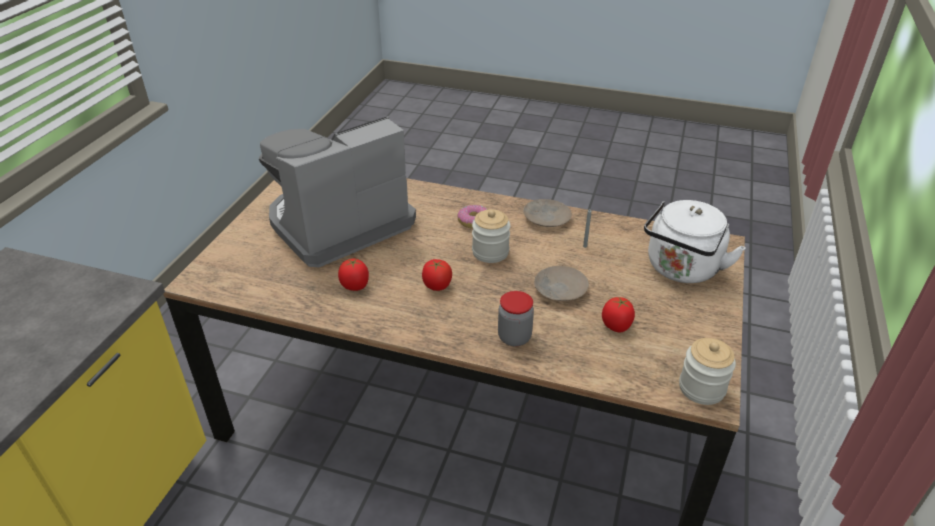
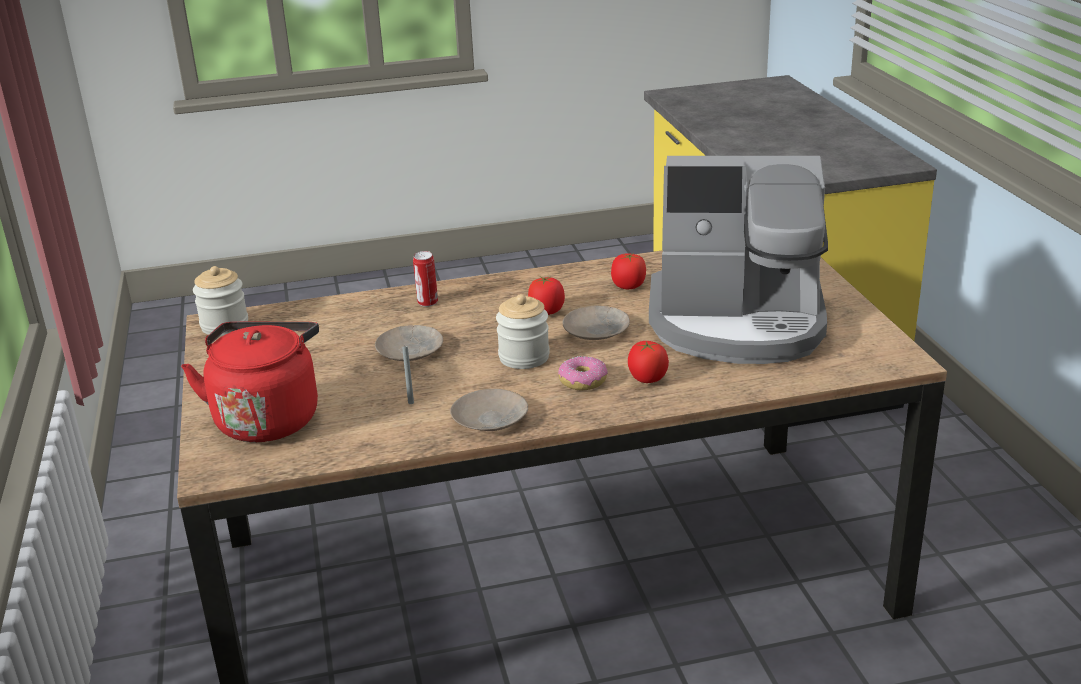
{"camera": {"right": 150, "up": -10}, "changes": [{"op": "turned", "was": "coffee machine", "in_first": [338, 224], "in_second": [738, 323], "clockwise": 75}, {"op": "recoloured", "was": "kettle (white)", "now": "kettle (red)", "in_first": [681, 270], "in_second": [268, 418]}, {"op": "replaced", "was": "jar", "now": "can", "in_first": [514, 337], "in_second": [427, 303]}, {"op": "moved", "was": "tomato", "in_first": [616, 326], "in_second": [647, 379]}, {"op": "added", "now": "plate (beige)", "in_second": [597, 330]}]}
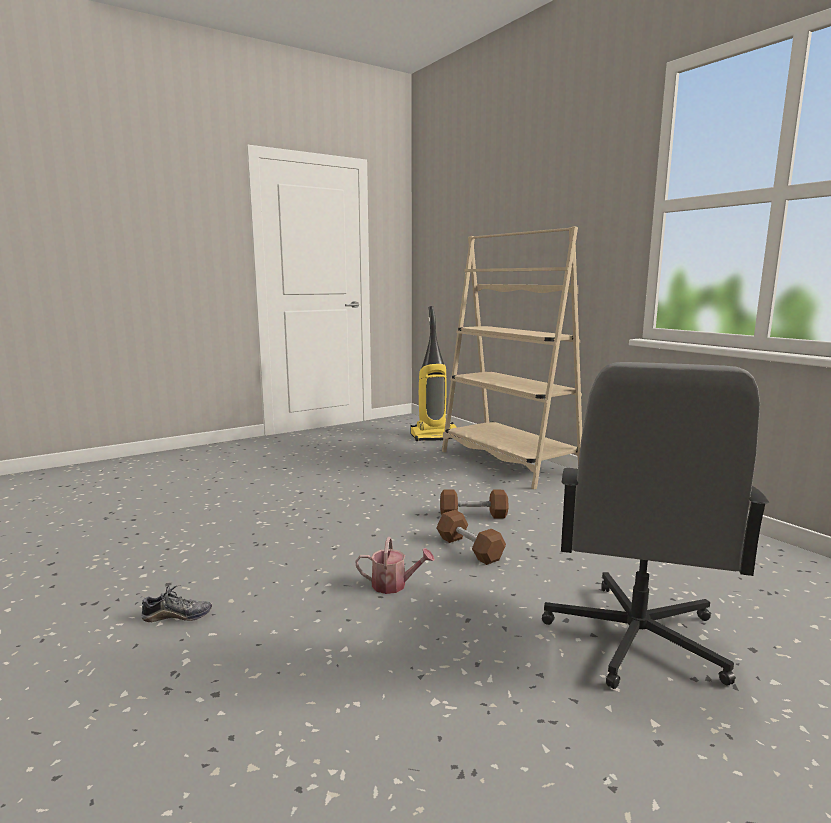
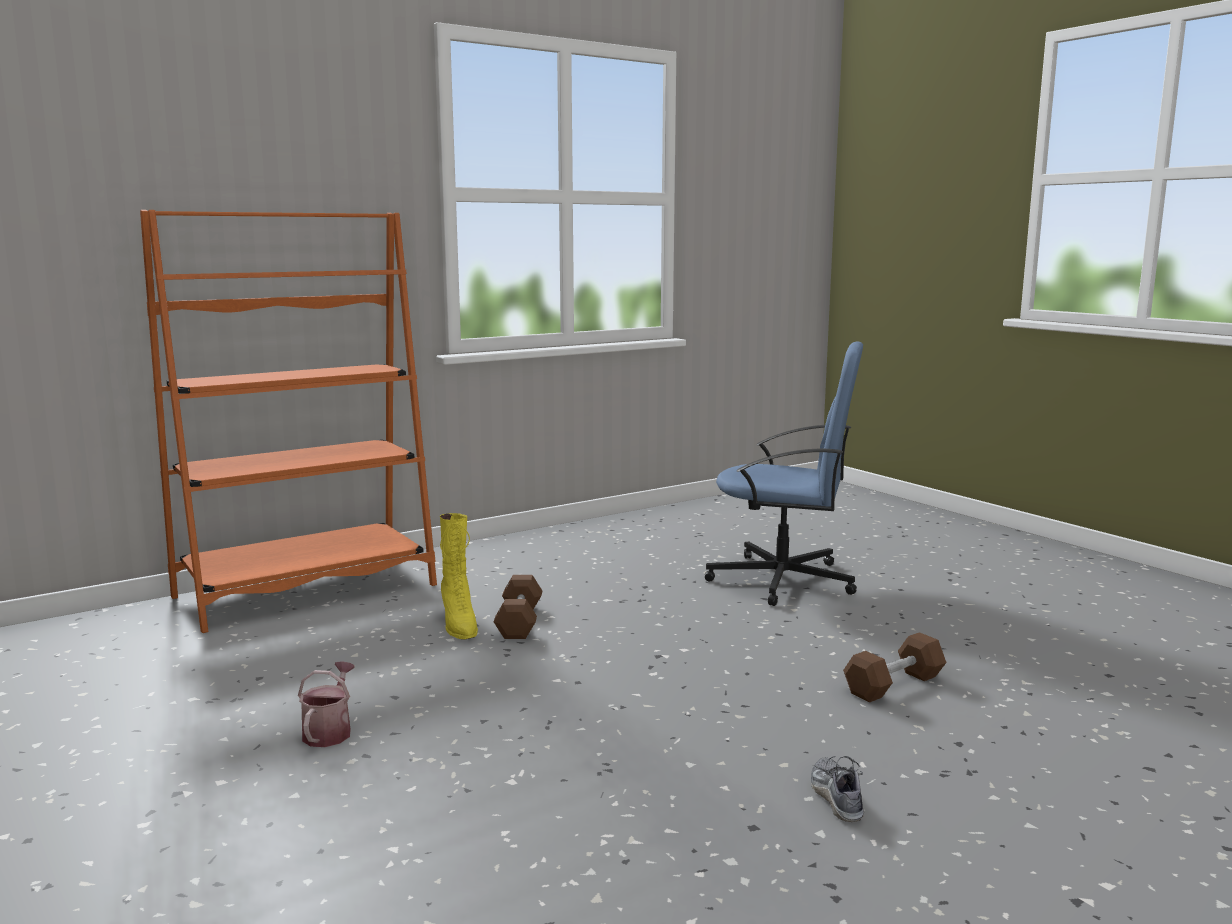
{"camera": {"right": -90, "up": 0}, "changes": [{"op": "recoloured", "was": "bookcase (beige)", "now": "bookcase (orange)", "in_first": [508, 462], "in_second": [306, 591]}, {"op": "removed", "was": "vacuum cleaner", "in_first": [435, 436]}, {"op": "recoloured", "was": "office chair (grey)", "now": "office chair (blue)", "in_first": [635, 638], "in_second": [784, 580]}, {"op": "moved", "was": "dumbbell (brown)", "in_first": [469, 549], "in_second": [894, 685]}, {"op": "moved", "was": "watering can", "in_first": [394, 585], "in_second": [329, 731]}, {"op": "added", "now": "boot (yellow)", "in_second": [459, 624]}]}
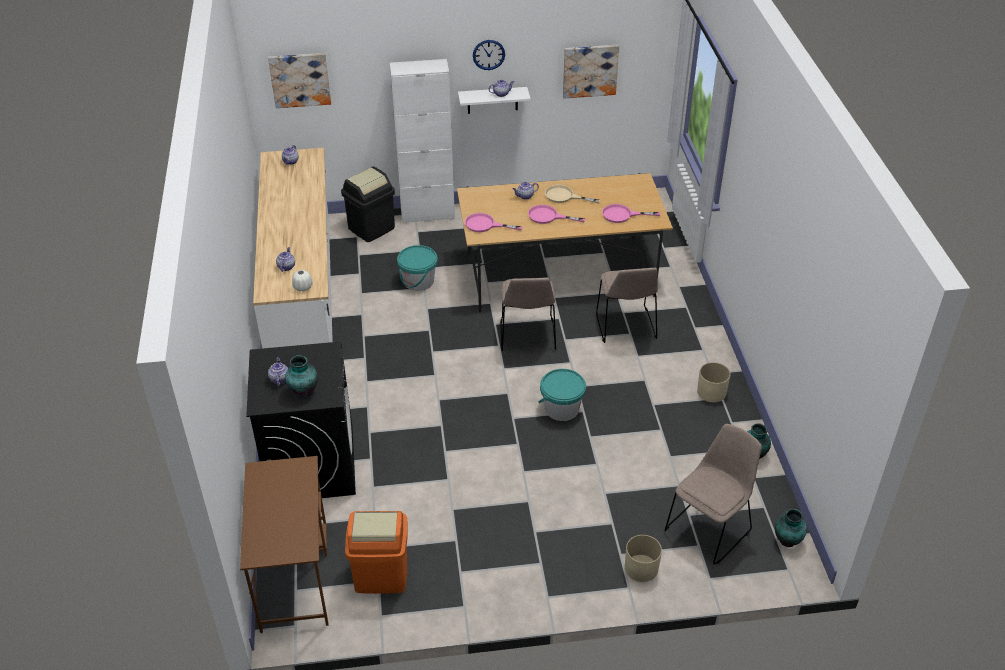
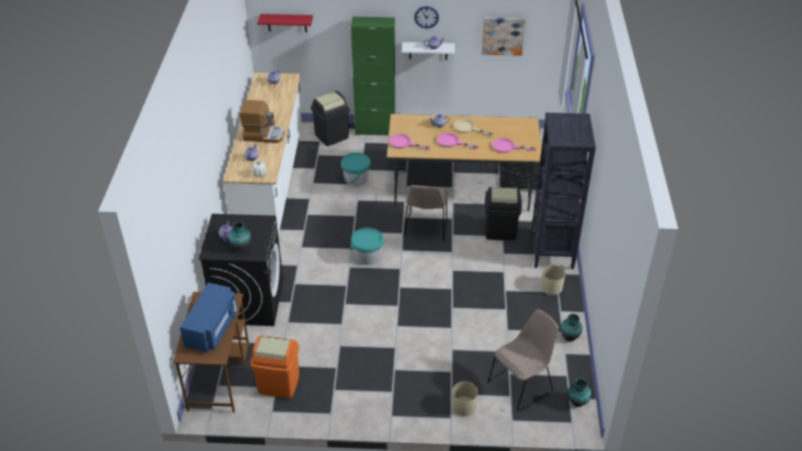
{"camera": {"right": 10, "up": 0}, "changes": [{"op": "replaced", "was": "picture", "now": "shelf (red)", "in_first": [300, 79], "in_second": [287, 23]}, {"op": "recoloured", "was": "cabinet (white)", "now": "cabinet (green)", "in_first": [427, 214], "in_second": [375, 130]}, {"op": "replaced", "was": "chair (beige)", "now": "trash can (black)", "in_first": [626, 327], "in_second": [500, 231]}, {"op": "moved", "was": "bucket (turquoise)", "in_first": [561, 408], "in_second": [367, 256]}, {"op": "added", "now": "coffee machine", "in_second": [263, 135]}, {"op": "added", "now": "bookcase (black)", "in_second": [552, 251]}, {"op": "added", "now": "microwave (blue)", "in_second": [212, 329]}]}
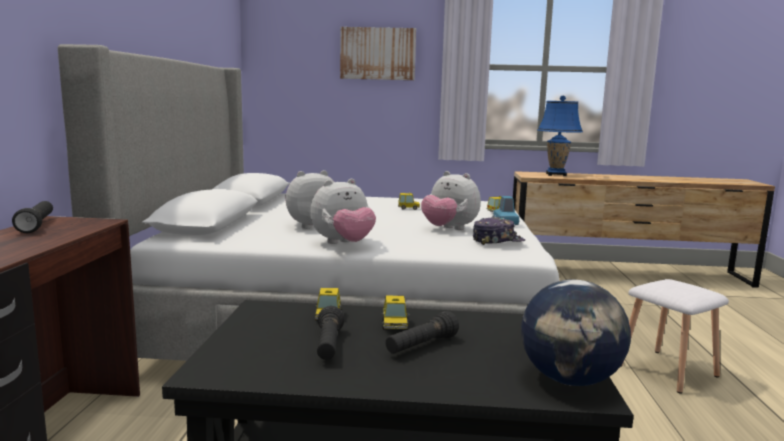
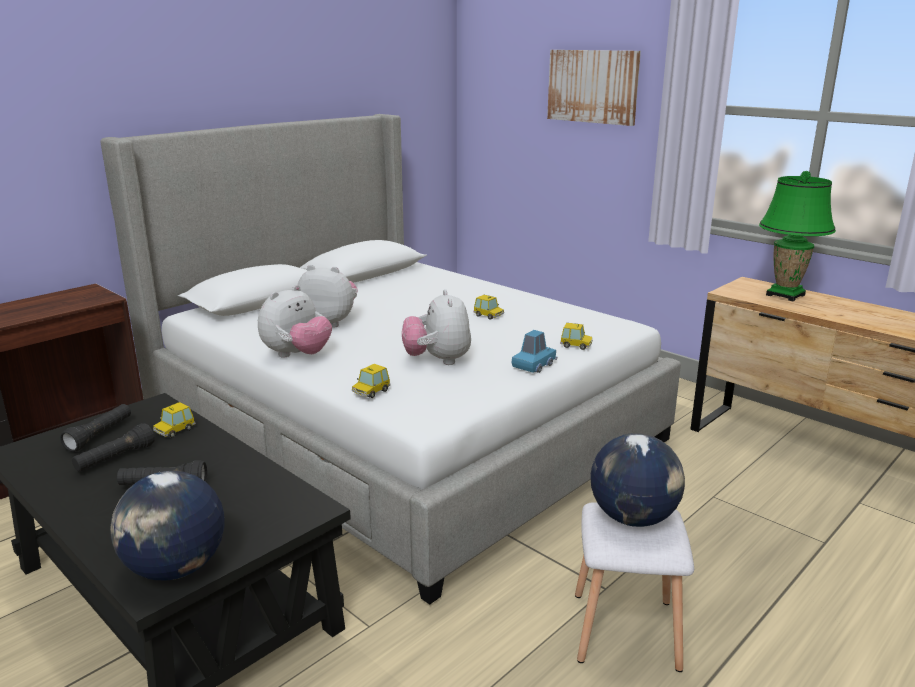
{"camera": {"right": 40, "up": 10}, "changes": [{"op": "recoloured", "was": "table lamp (blue)", "now": "table lamp (green)", "in_first": [556, 174], "in_second": [785, 295]}, {"op": "turned", "was": "plush toy", "in_first": [343, 244], "in_second": [297, 355], "clockwise": -60}, {"op": "moved", "was": "flashlight (black)", "in_first": [37, 225], "in_second": [100, 435]}, {"op": "removed", "was": "cap", "in_first": [497, 241]}, {"op": "moved", "was": "toy car", "in_first": [394, 325], "in_second": [371, 391]}, {"op": "added", "now": "globe", "in_second": [634, 518]}]}
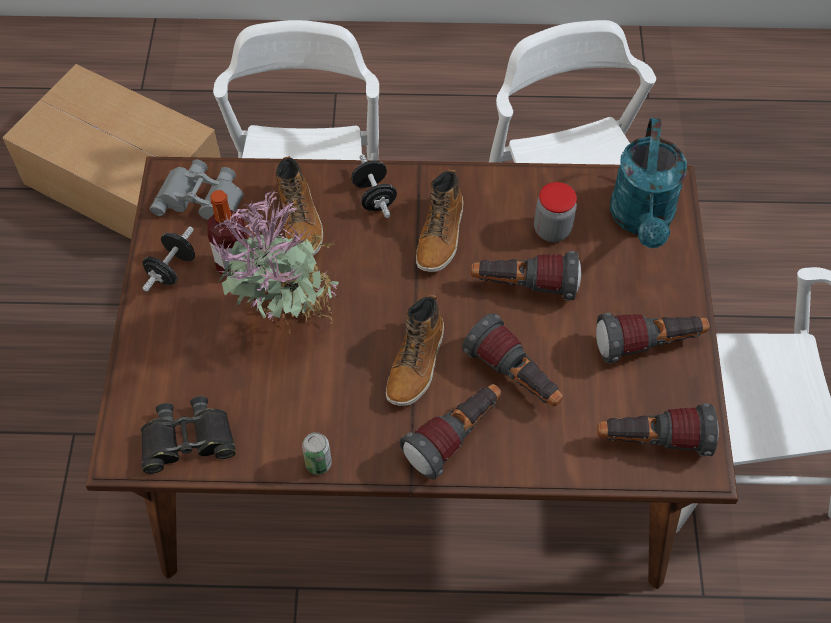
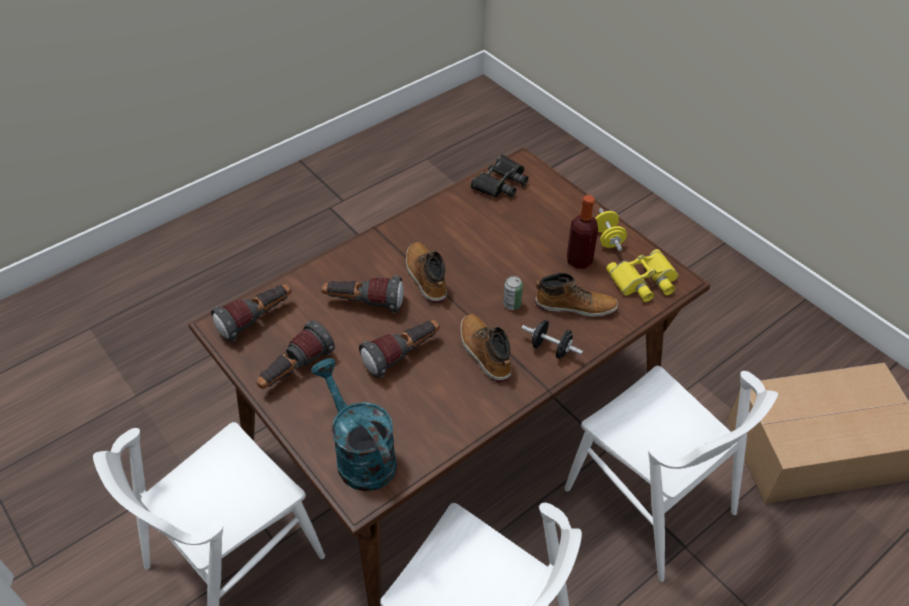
{"camera": {"right": 140, "up": -10}, "changes": [{"op": "turned", "was": "boot", "in_first": [300, 221], "in_second": [575, 306], "clockwise": 150}, {"op": "recoloured", "was": "binoculars (grey)", "now": "binoculars (yellow)", "in_first": [202, 198], "in_second": [644, 281]}, {"op": "removed", "was": "jar", "in_first": [552, 230]}, {"op": "removed", "was": "potted plant", "in_first": [288, 320]}, {"op": "recoloured", "was": "dumbbell (black)", "now": "dumbbell (yellow)", "in_first": [172, 269], "in_second": [607, 239]}, {"op": "removed", "was": "flashlight", "in_first": [455, 437]}, {"op": "moved", "was": "can", "in_first": [318, 463], "in_second": [512, 304]}]}
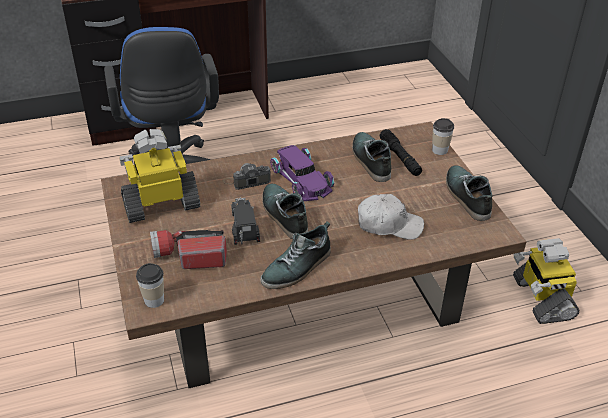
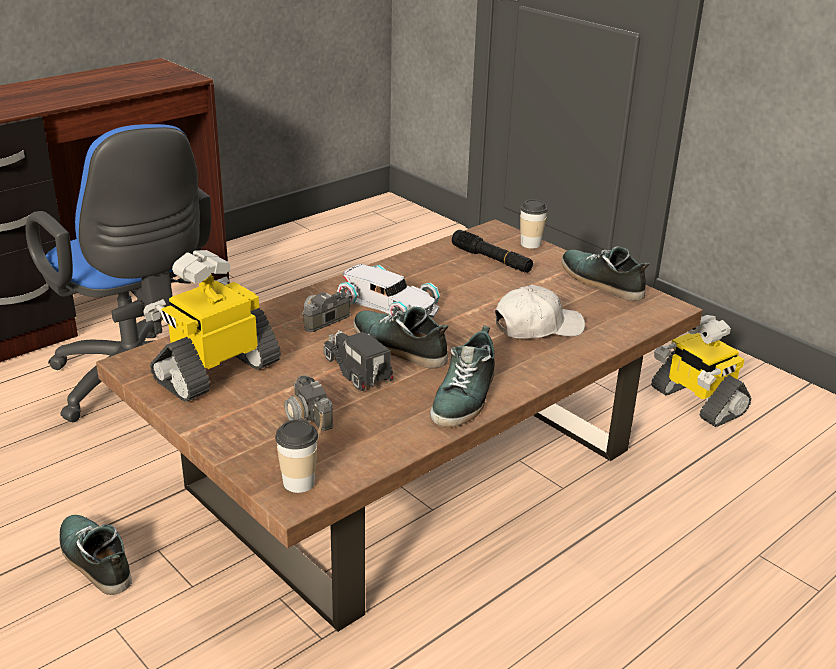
{"camera": {"right": -25, "up": -10}, "changes": [{"op": "moved", "was": "shoe", "in_first": [370, 160], "in_second": [94, 560]}, {"op": "recoloured", "was": "toy car (purple)", "now": "toy car (white)", "in_first": [301, 179], "in_second": [388, 304]}, {"op": "replaced", "was": "flashlight", "now": "photo camera", "in_first": [189, 256], "in_second": [307, 420]}]}
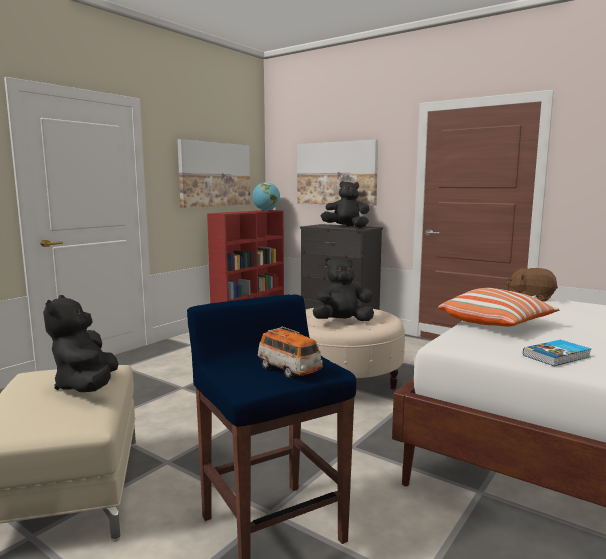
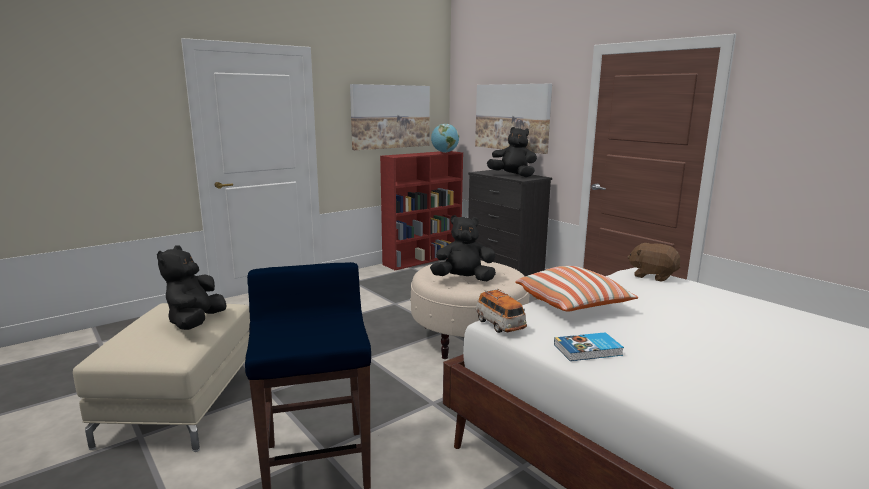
{"camera": {"right": 15, "up": 5}, "changes": [{"op": "moved", "was": "toy car", "in_first": [289, 370], "in_second": [500, 325]}]}
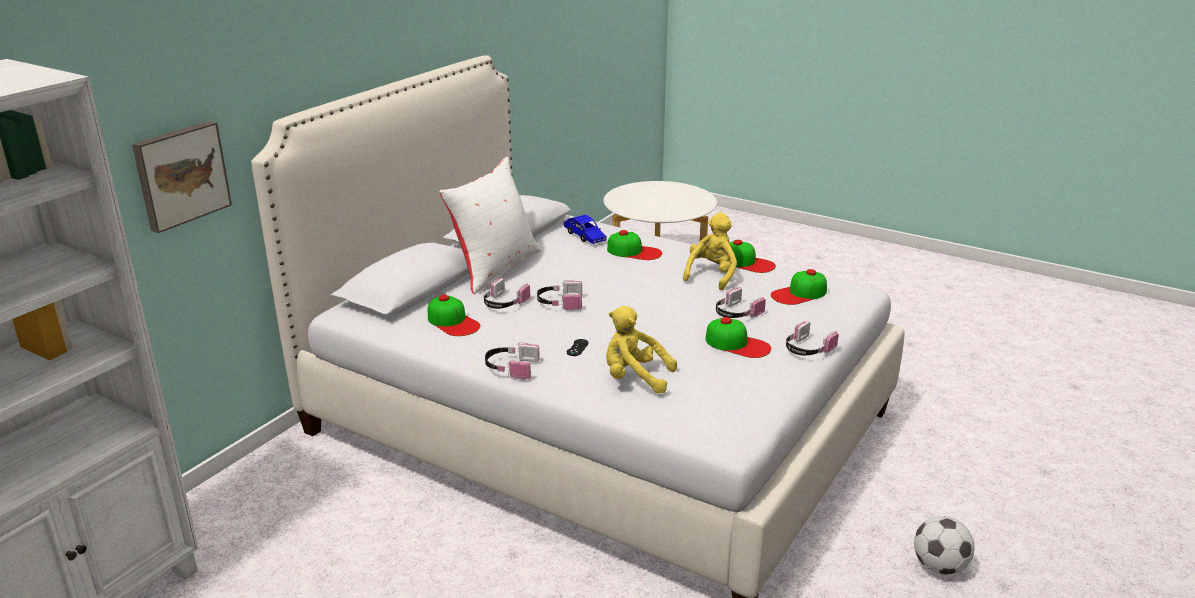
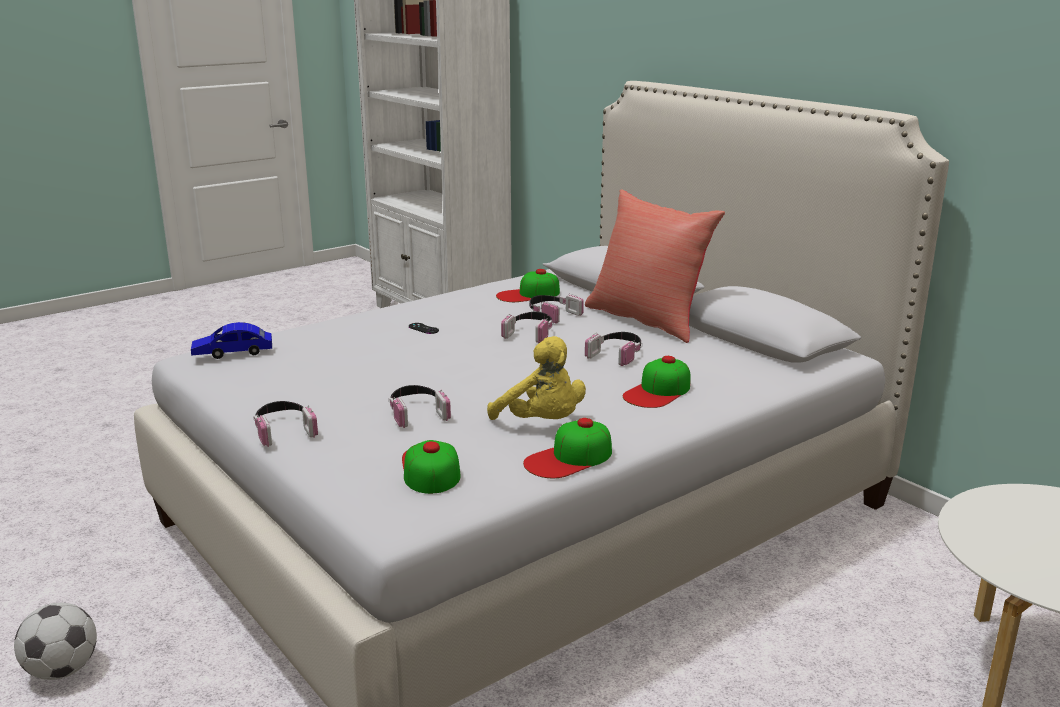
{"camera": {"right": 110, "up": -5}, "changes": [{"op": "removed", "was": "picture", "in_first": [180, 175]}, {"op": "recoloured", "was": "pillow (white)", "now": "pillow (red)", "in_first": [495, 268], "in_second": [648, 319]}, {"op": "moved", "was": "toy car (blue)", "in_first": [584, 236], "in_second": [233, 353]}, {"op": "removed", "was": "plush toy (yellow)", "in_first": [634, 378]}, {"op": "removed", "was": "cap", "in_first": [737, 344]}, {"op": "moved", "was": "headphones", "in_first": [510, 367], "in_second": [616, 354]}]}
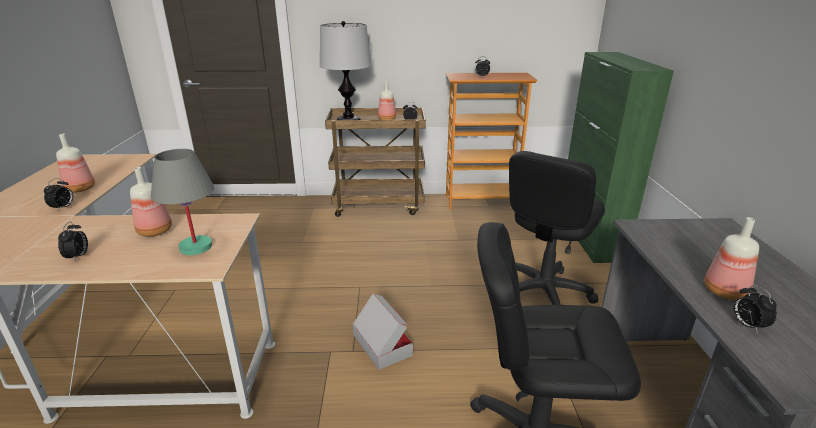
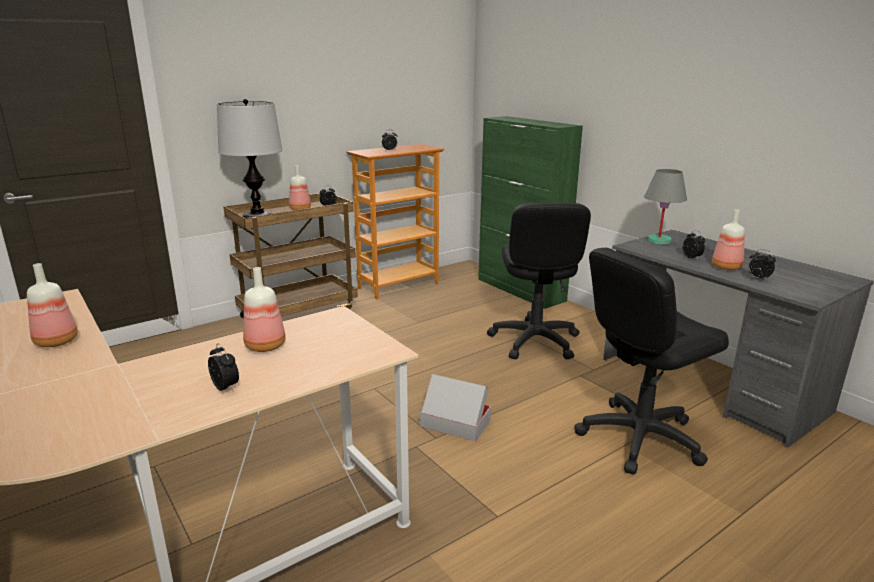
{"camera": {"right": -35, "up": -5}, "changes": [{"op": "moved", "was": "table lamp (grey)", "in_first": [196, 247], "in_second": [659, 240]}, {"op": "moved", "was": "alarm clock", "in_first": [63, 208], "in_second": [692, 258]}]}
